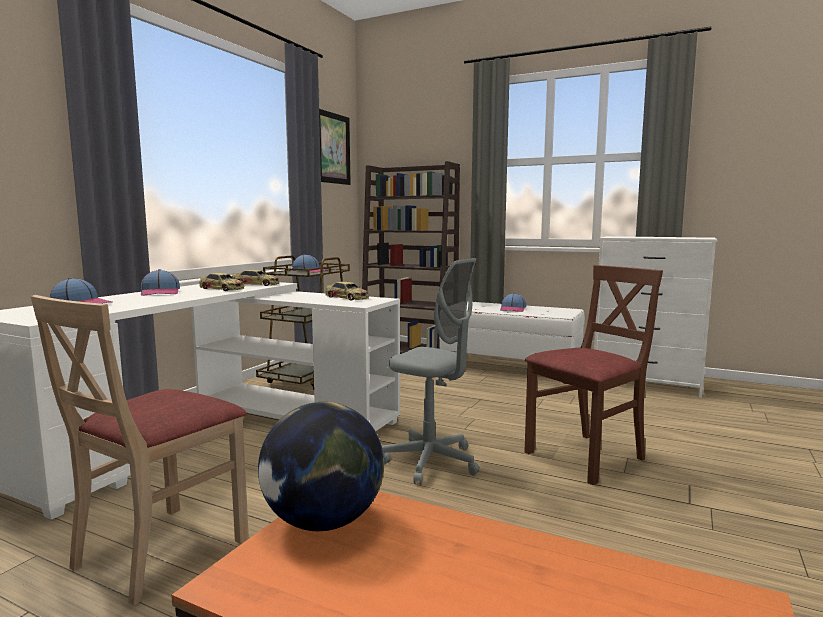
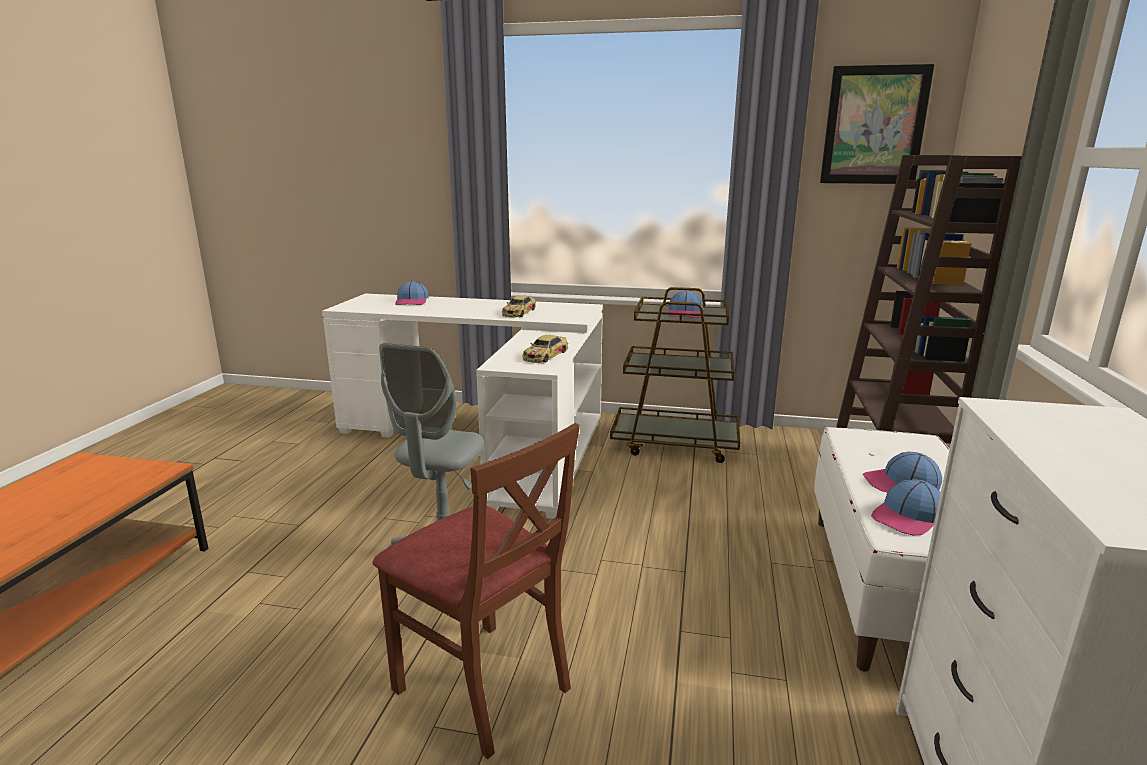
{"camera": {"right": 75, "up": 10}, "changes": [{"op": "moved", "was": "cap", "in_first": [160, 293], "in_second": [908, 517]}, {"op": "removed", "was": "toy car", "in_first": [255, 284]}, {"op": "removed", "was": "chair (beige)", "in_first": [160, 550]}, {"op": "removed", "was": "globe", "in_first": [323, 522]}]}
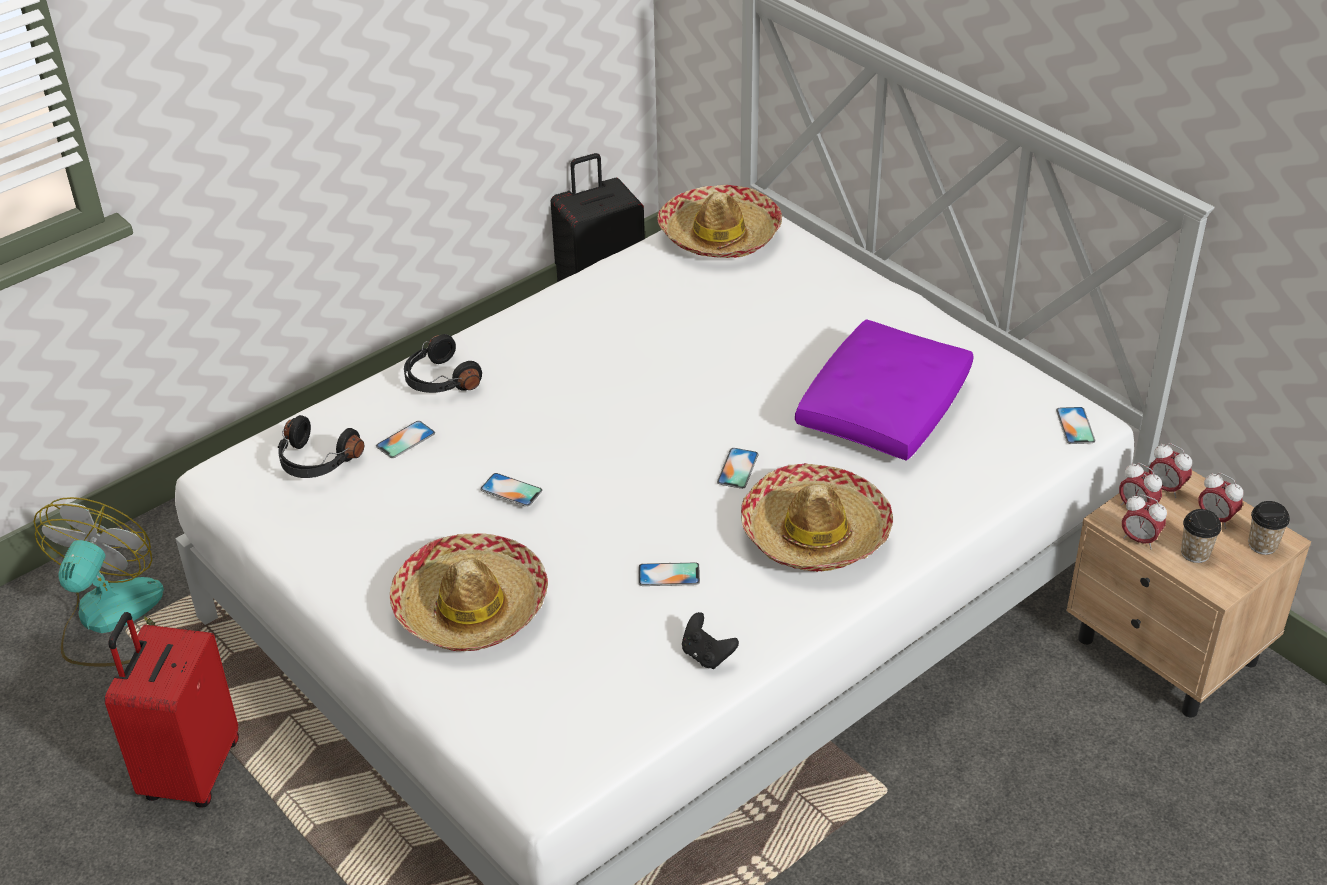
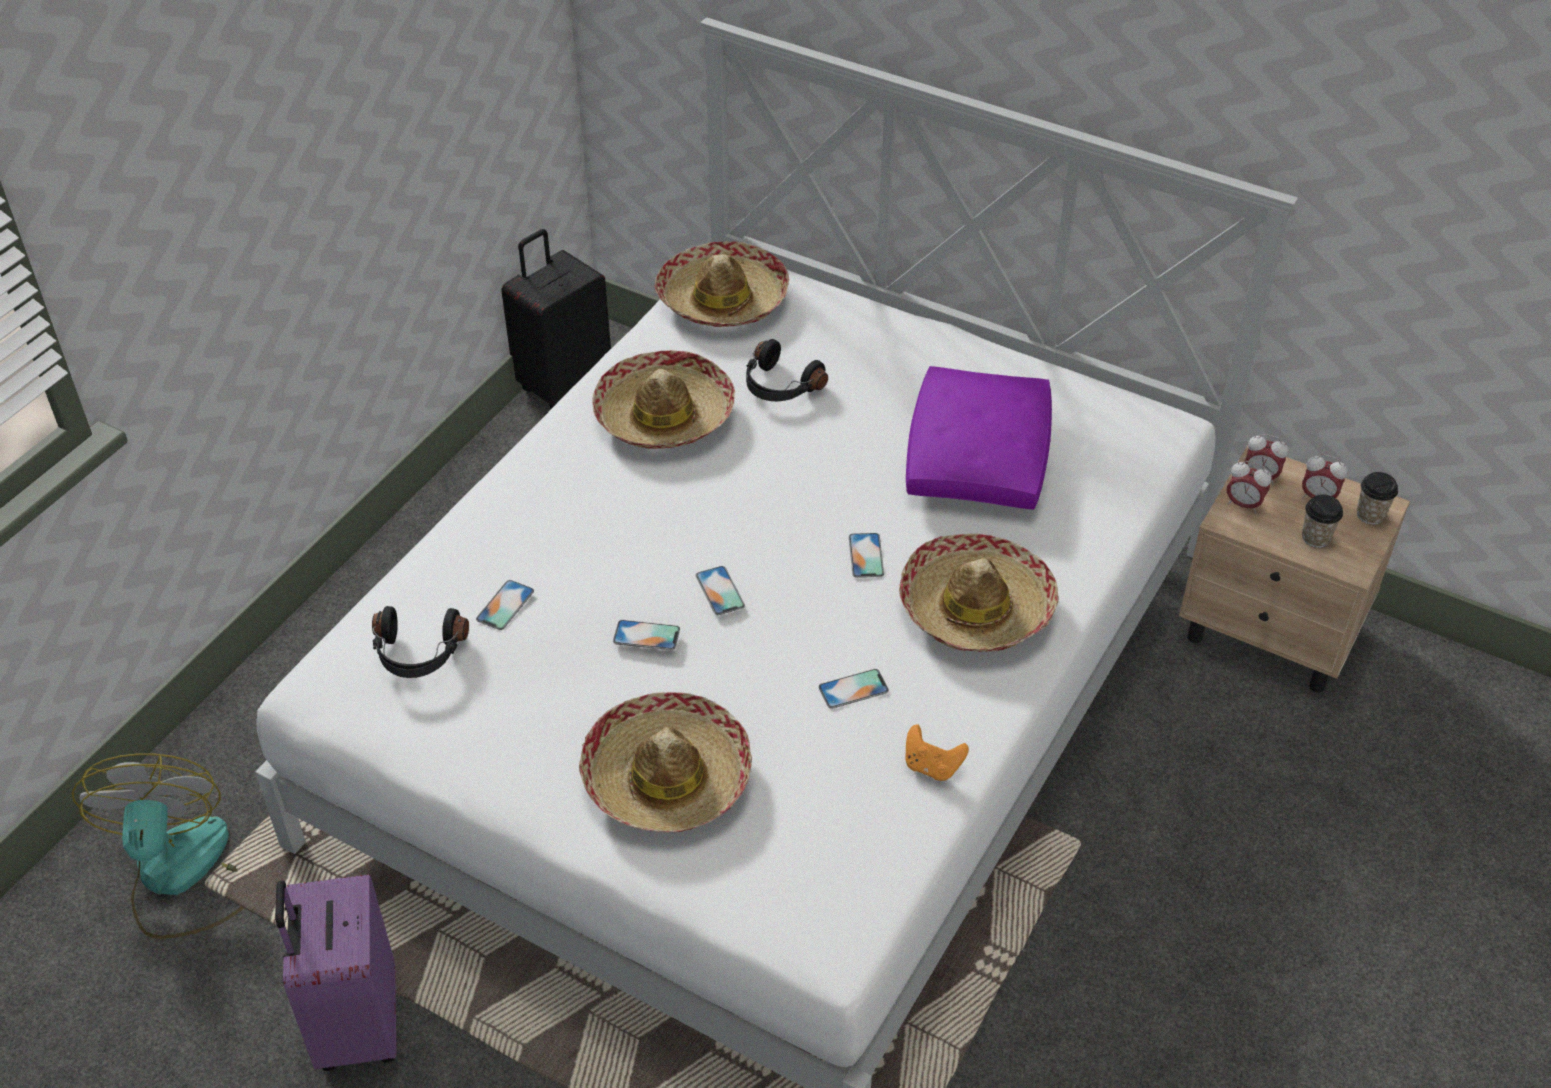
{"camera": {"right": -20, "up": 5}, "changes": [{"op": "moved", "was": "headphones (black)", "in_first": [439, 380], "in_second": [779, 386]}, {"op": "moved", "was": "phone", "in_first": [1075, 426], "in_second": [720, 591]}, {"op": "removed", "was": "alarm clock", "in_first": [1139, 540]}, {"op": "recoloured", "was": "suitcase (red)", "now": "suitcase (purple)", "in_first": [189, 771], "in_second": [355, 1025]}, {"op": "recoloured", "was": "game controller (black)", "now": "game controller (orange)", "in_first": [707, 655], "in_second": [932, 766]}, {"op": "added", "now": "hat", "in_second": [664, 415]}]}
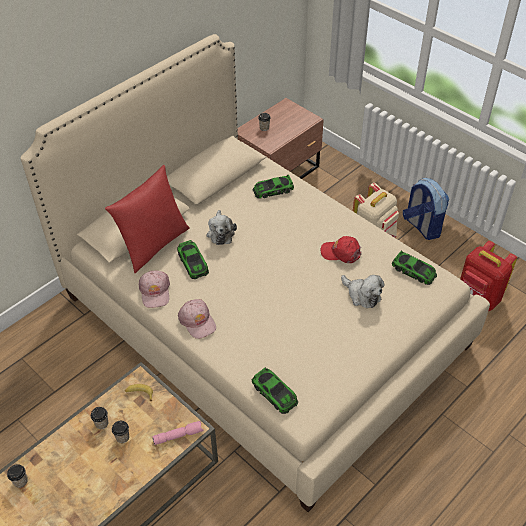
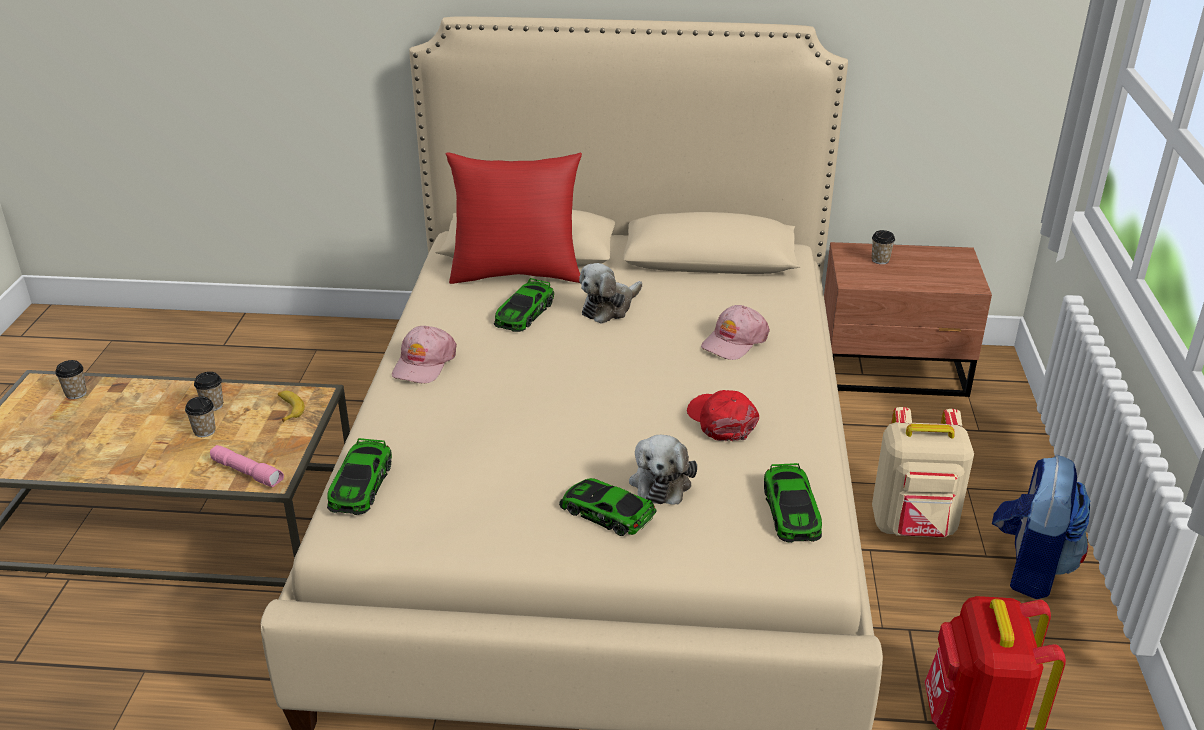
{"camera": {"right": 50, "up": -15}, "changes": [{"op": "moved", "was": "toy car", "in_first": [273, 190], "in_second": [606, 512]}, {"op": "moved", "was": "cap (pink)", "in_first": [155, 292], "in_second": [734, 341]}]}
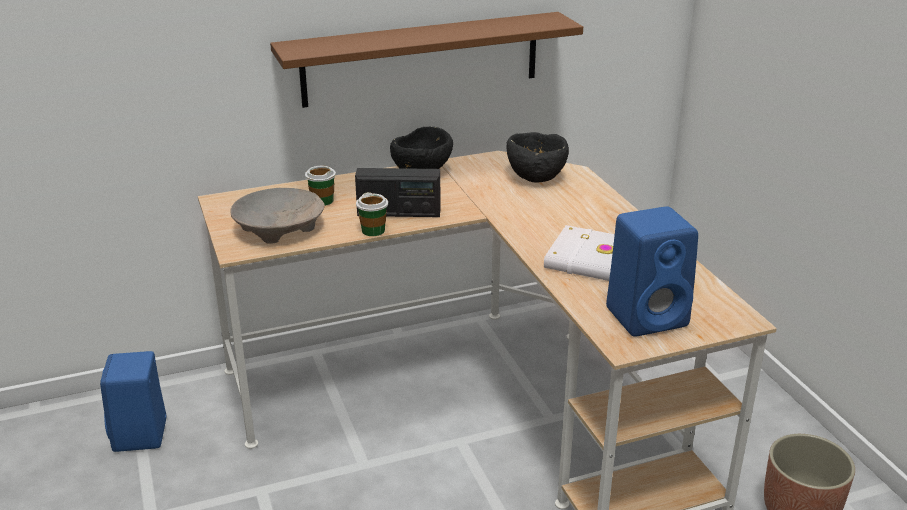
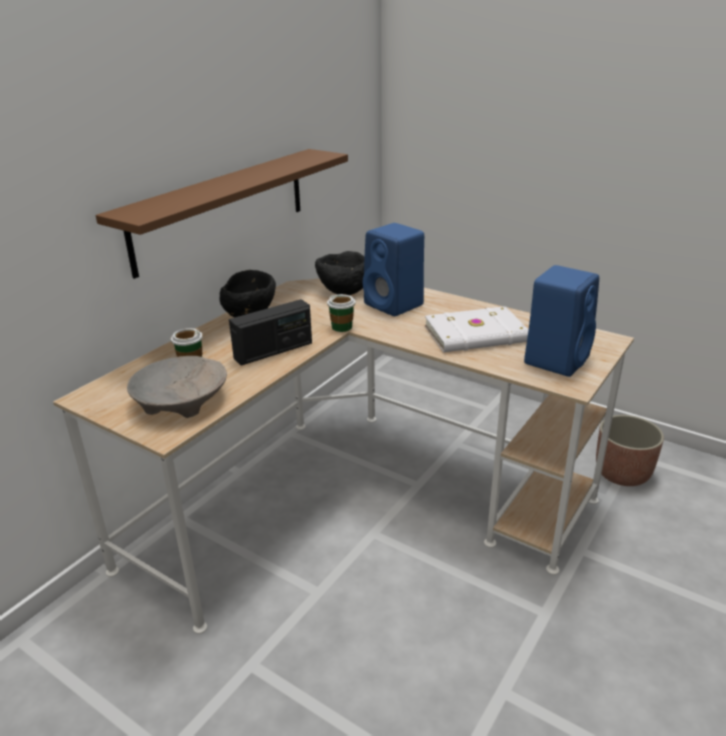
{"camera": {"right": -35, "up": 0}, "changes": [{"op": "moved", "was": "cup", "in_first": [373, 230], "in_second": [342, 327]}, {"op": "moved", "was": "speaker (blue)", "in_first": [140, 436], "in_second": [395, 305]}]}
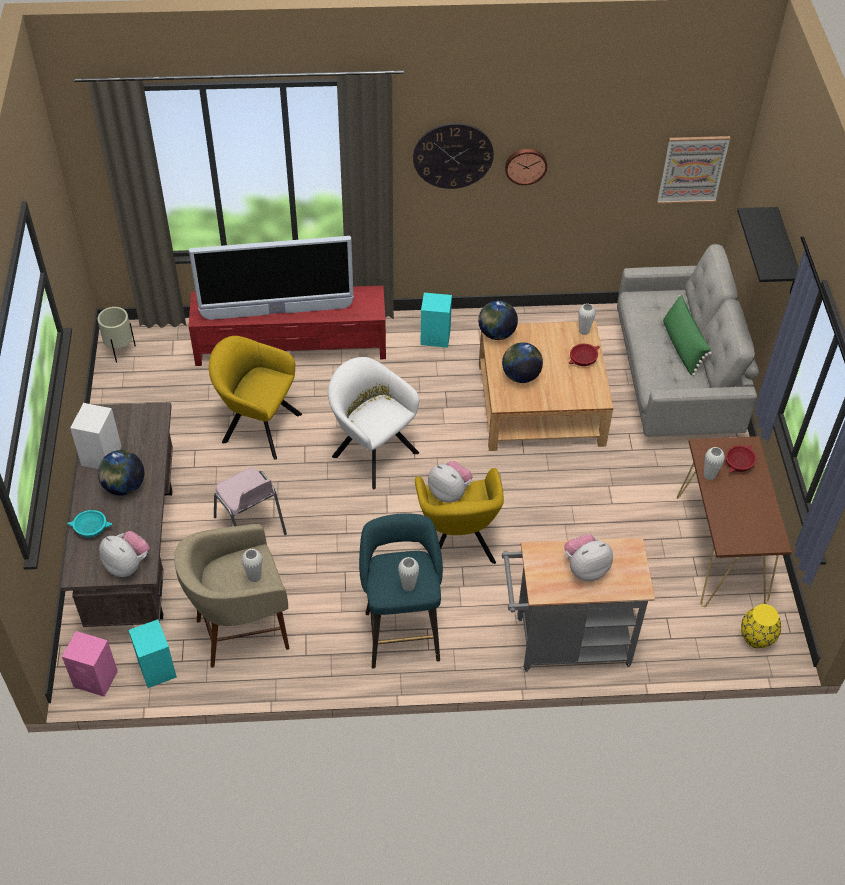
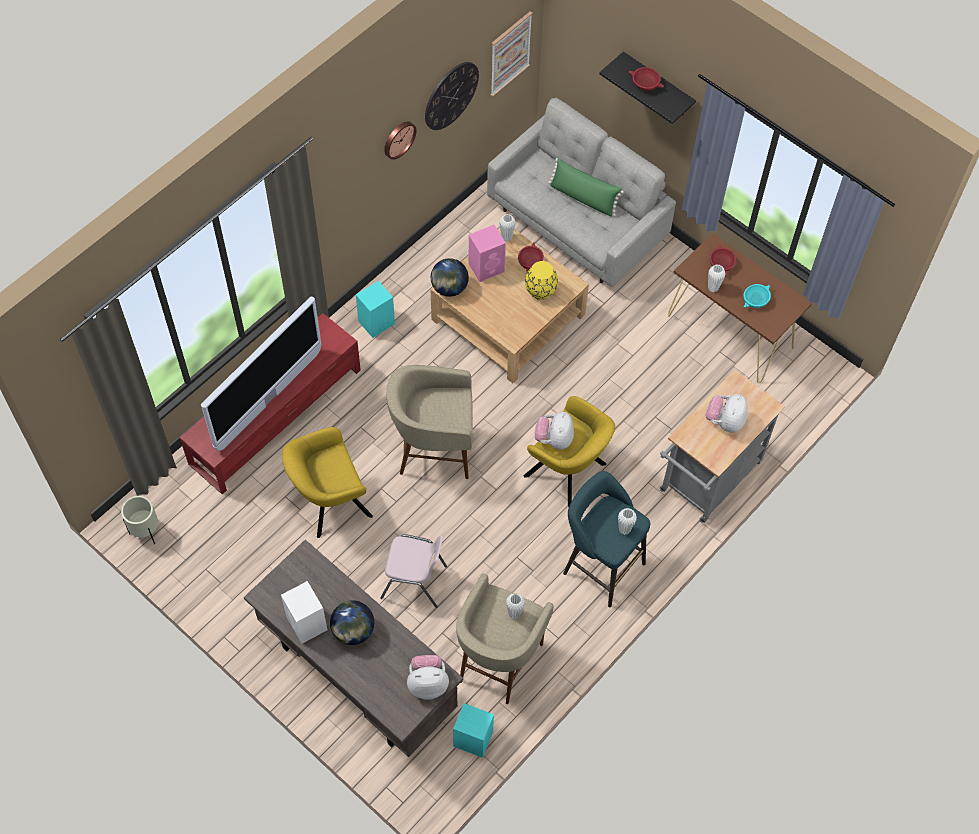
{"camera": {"right": -45, "up": 10}, "changes": [{"op": "moved", "was": "wall clock", "in_first": [453, 155], "in_second": [451, 95]}, {"op": "removed", "was": "globe", "in_first": [520, 376]}, {"op": "replaced", "was": "armchair (white)", "now": "stool (beige)", "in_first": [372, 451], "in_second": [433, 452]}, {"op": "turned", "was": "plush toy", "in_first": [449, 492], "in_second": [554, 439], "clockwise": -75}, {"op": "moved", "was": "bowl (turquoise)", "in_first": [91, 529], "in_second": [755, 300]}, {"op": "moved", "was": "vase (yellow)", "in_first": [756, 638], "in_second": [541, 291]}, {"op": "moved", "was": "speaker (pink)", "in_first": [96, 679], "in_second": [487, 267]}, {"op": "added", "now": "bowl (red)", "in_second": [645, 84]}]}
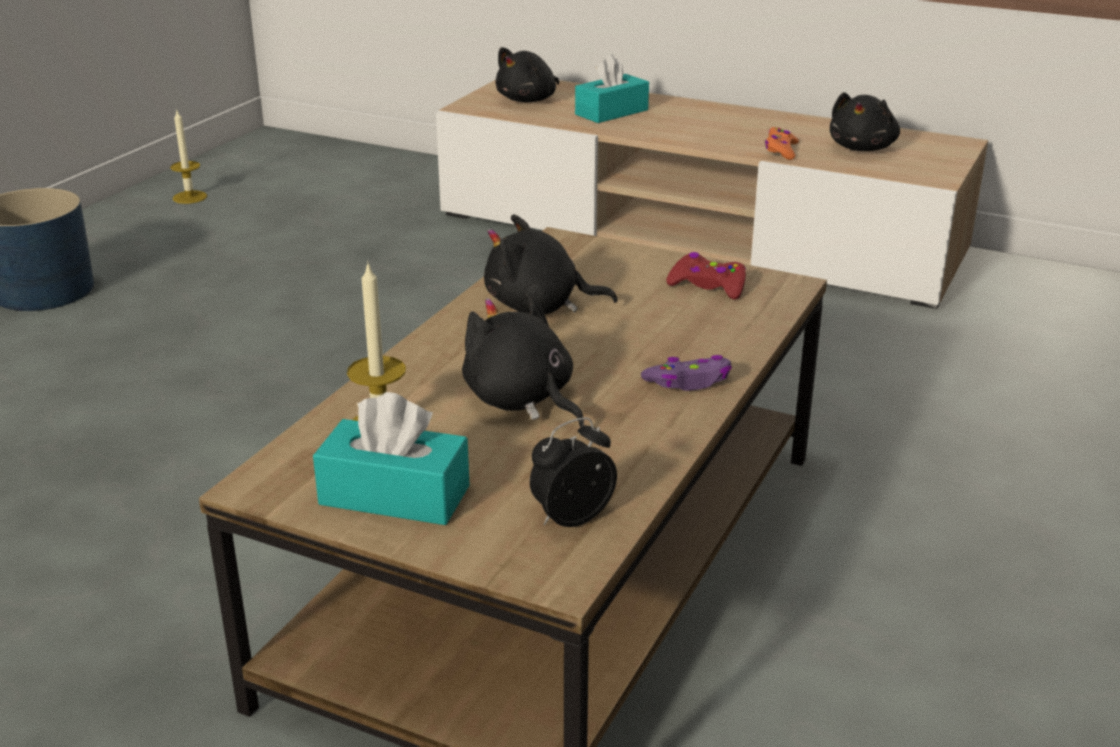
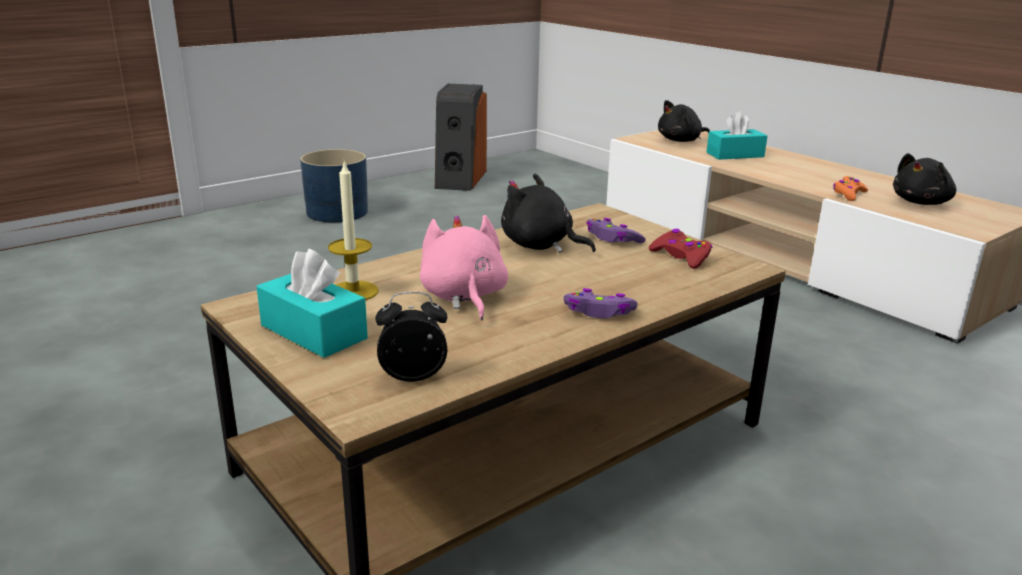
{"camera": {"right": 25, "up": -5}, "changes": [{"op": "replaced", "was": "candle", "now": "speaker", "in_first": [189, 197], "in_second": [459, 179]}, {"op": "recoloured", "was": "plush toy (black)", "now": "plush toy (pink)", "in_first": [522, 400], "in_second": [463, 297]}, {"op": "added", "now": "game controller (purple)", "in_second": [613, 239]}]}
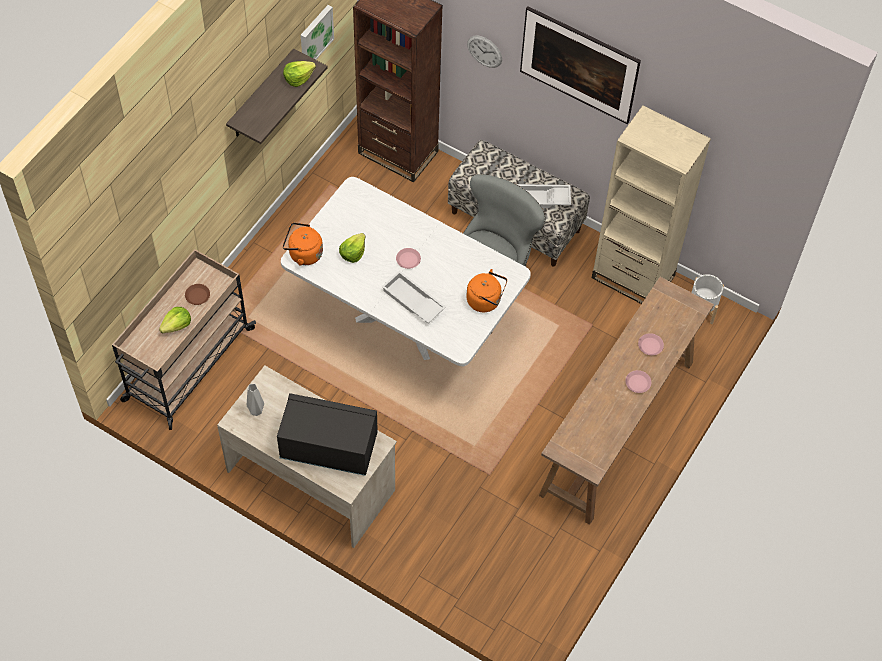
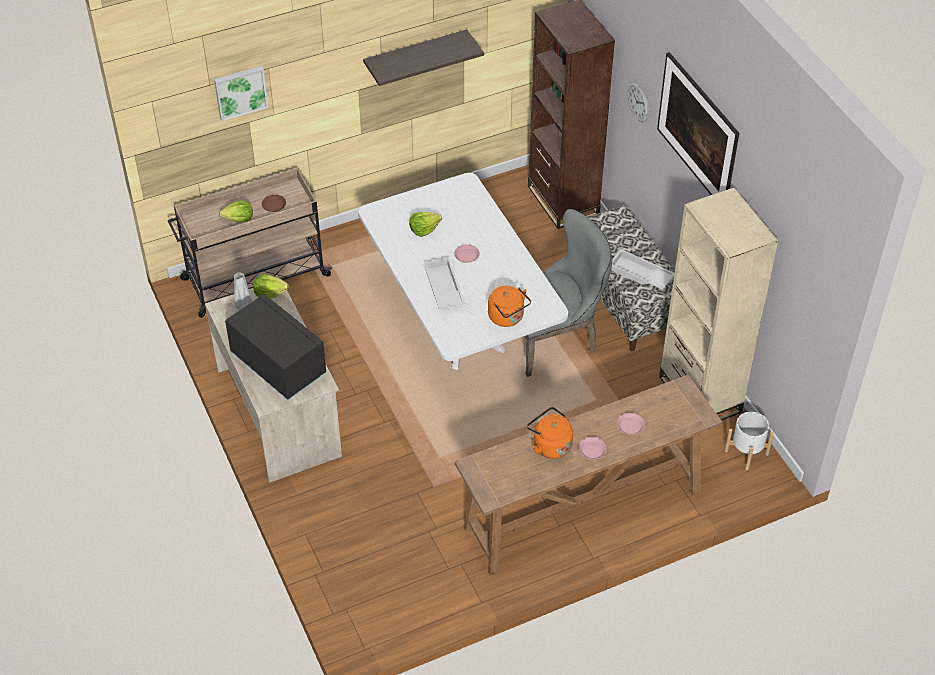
{"camera": {"right": 35, "up": -10}, "changes": [{"op": "moved", "was": "picture", "in_first": [315, 35], "in_second": [240, 91]}, {"op": "moved", "was": "lettuce", "in_first": [298, 78], "in_second": [270, 293]}, {"op": "moved", "was": "kettle (orange)", "in_first": [303, 254], "in_second": [550, 445]}]}
